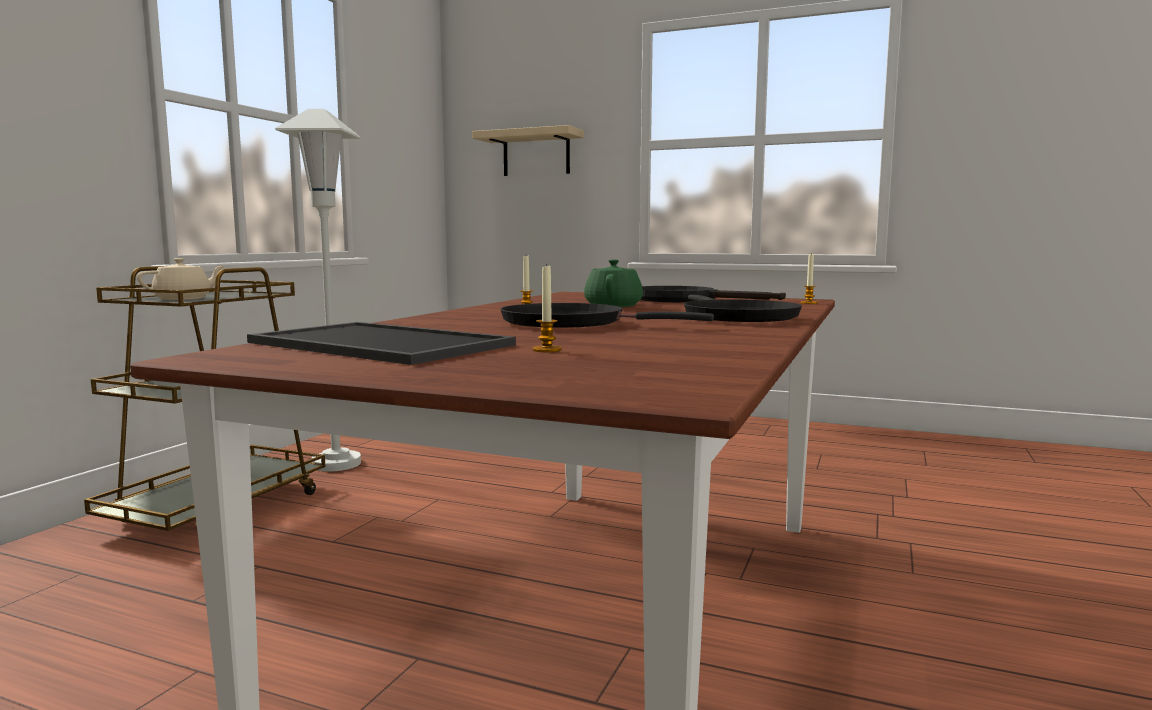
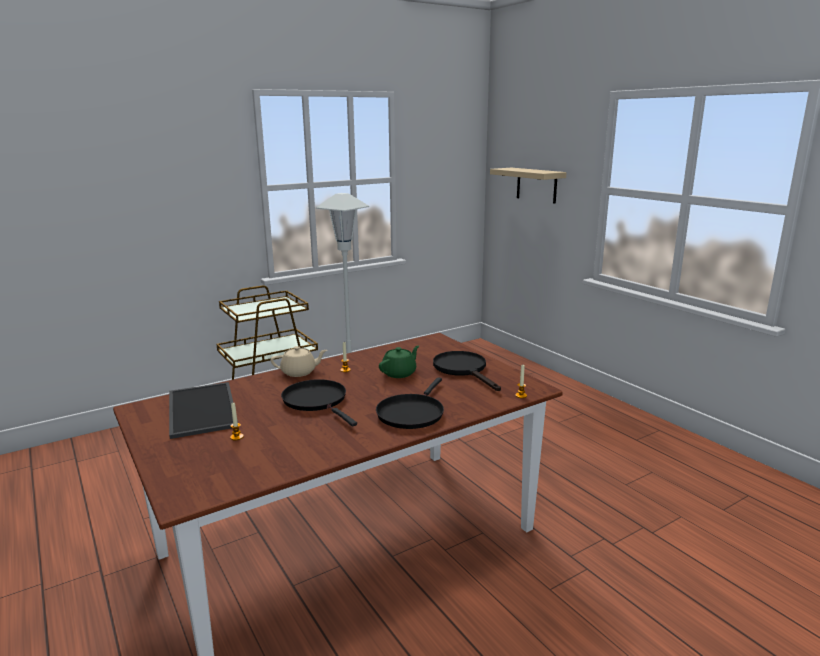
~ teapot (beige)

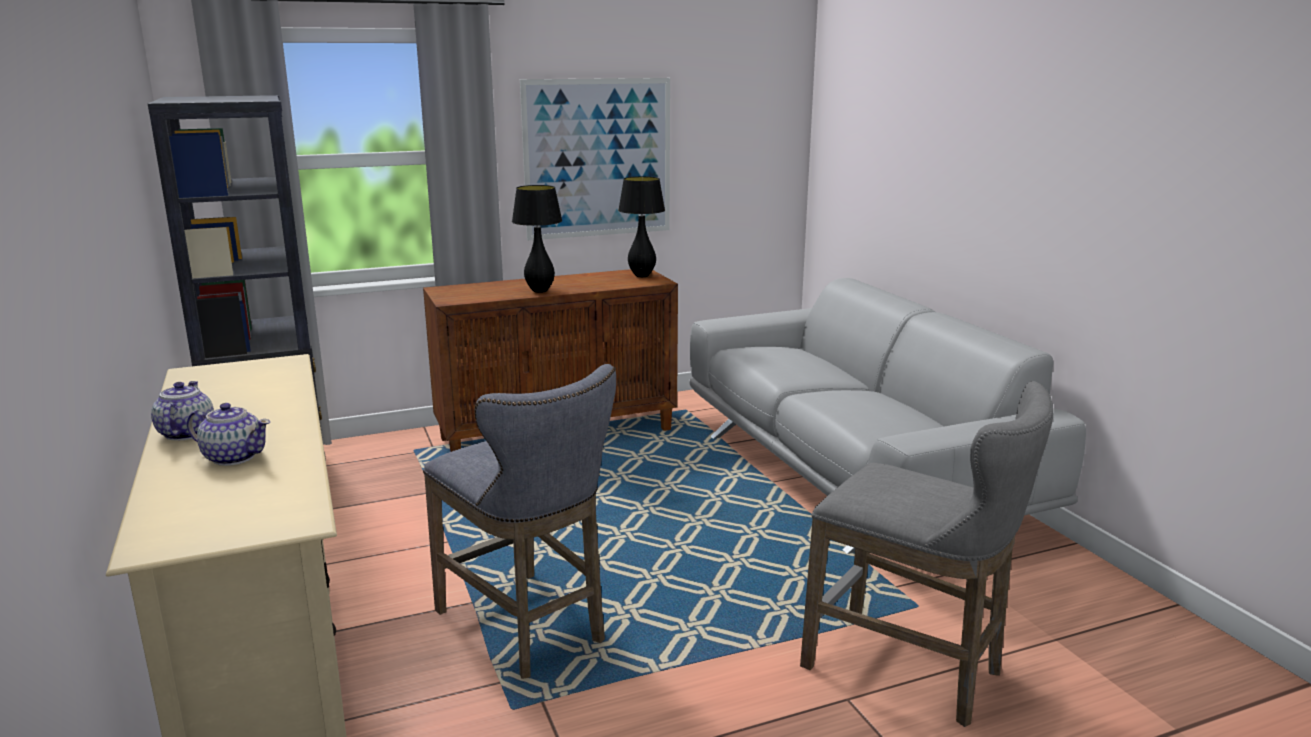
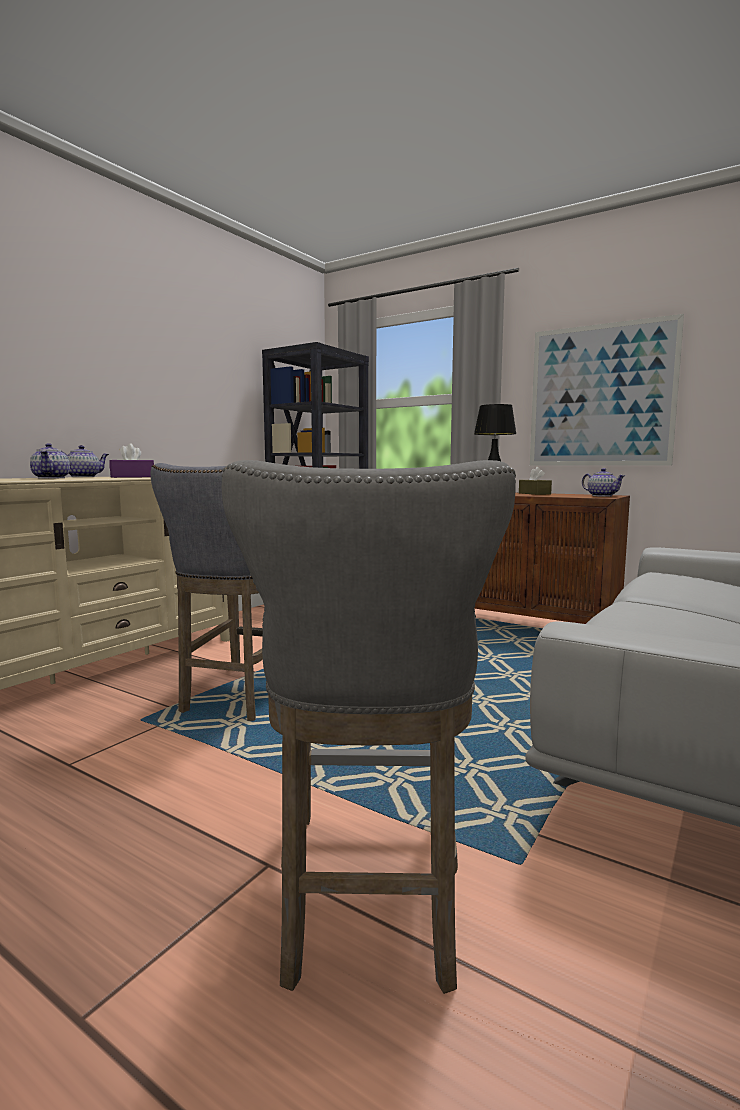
+ tissue box (purple)
+ tissue box (brown)
~ table lamp (black) (2nd from left) to teapot (3rd from left)

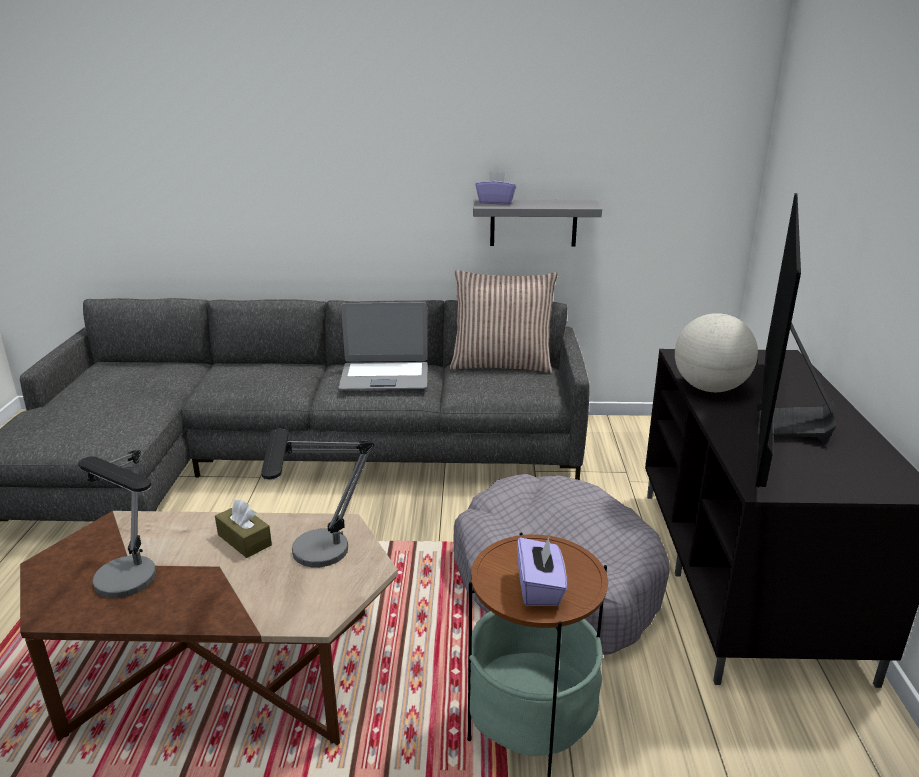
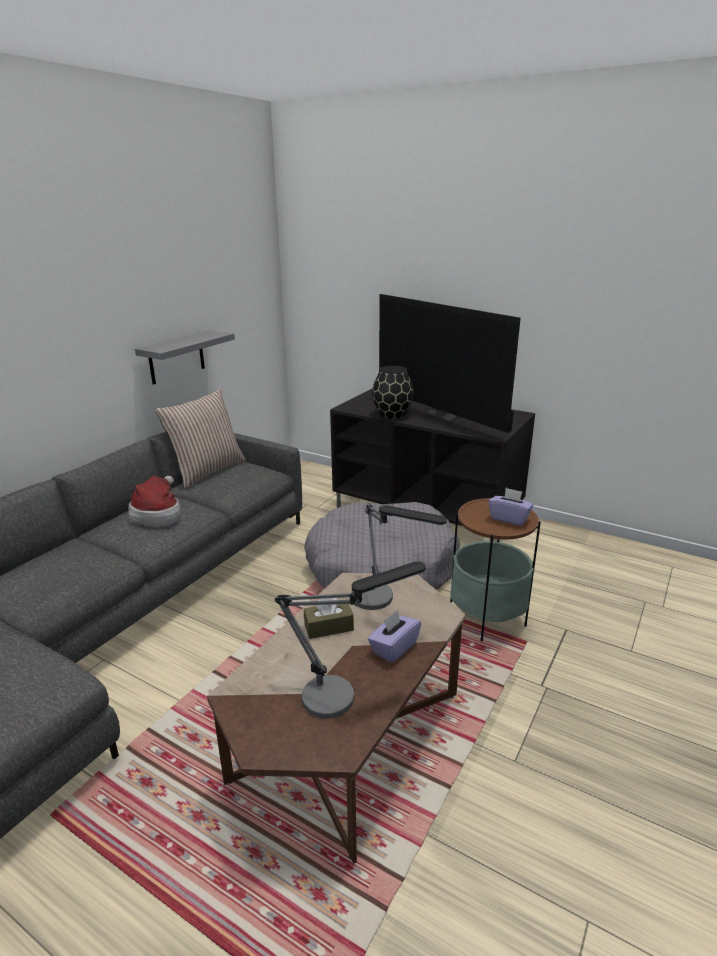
~ tissue box (purple) (1st from left)
~ laptop to hat
~ globe to vase (black)

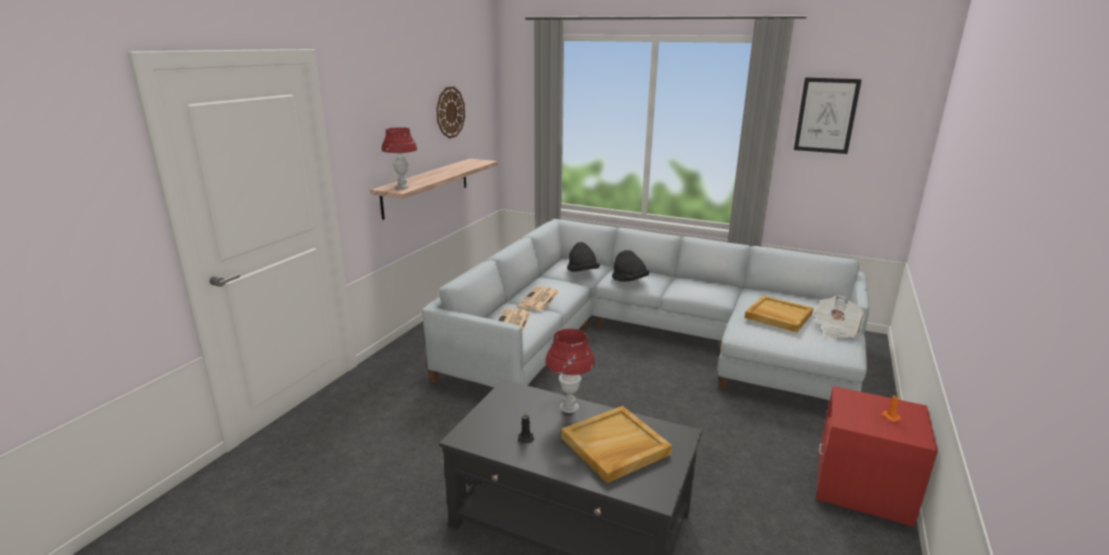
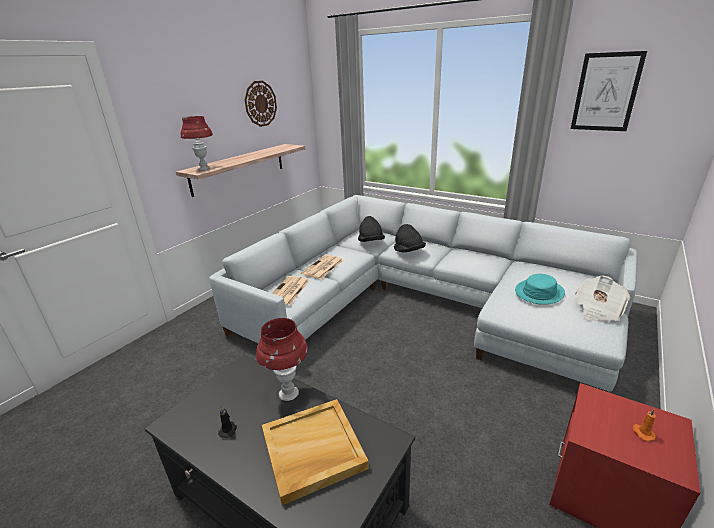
~ tray (beige) (2nd from left) to hat (turquoise)

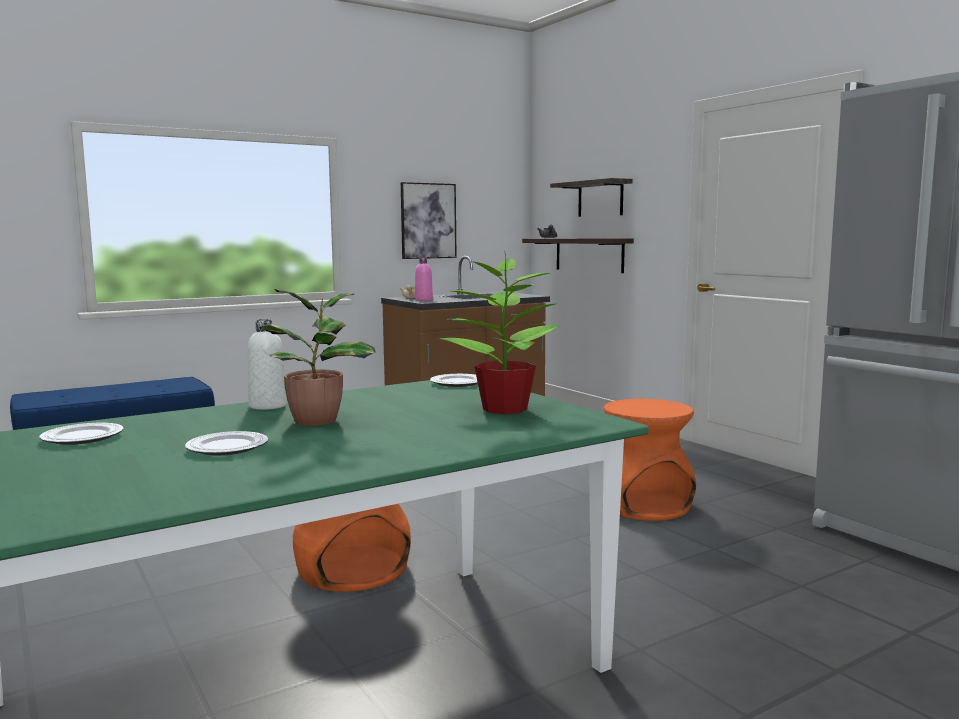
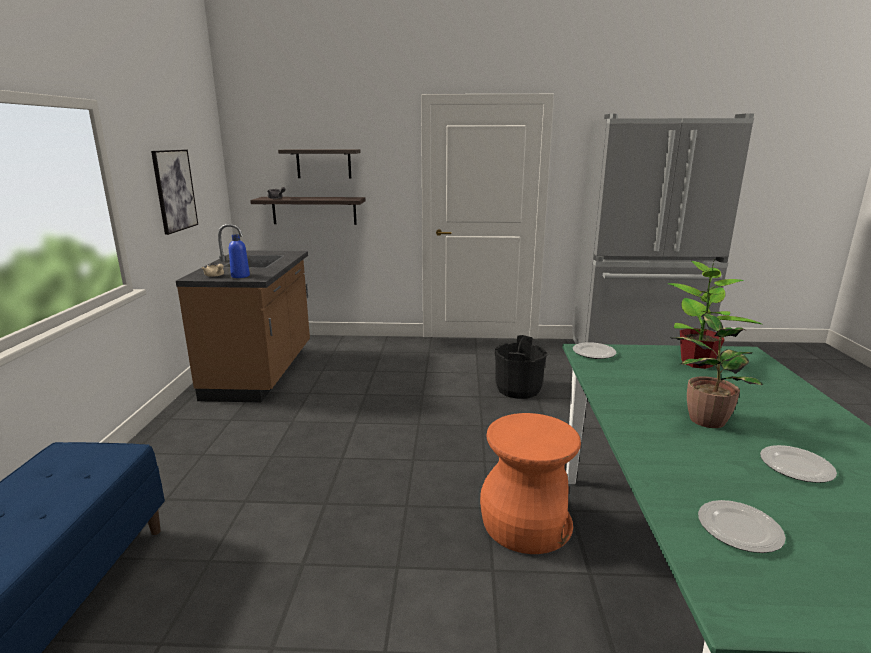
- bottle (white)
~ stool (orange) (2nd from left) to bucket (black)
~ bottle (pink) to bottle (blue)

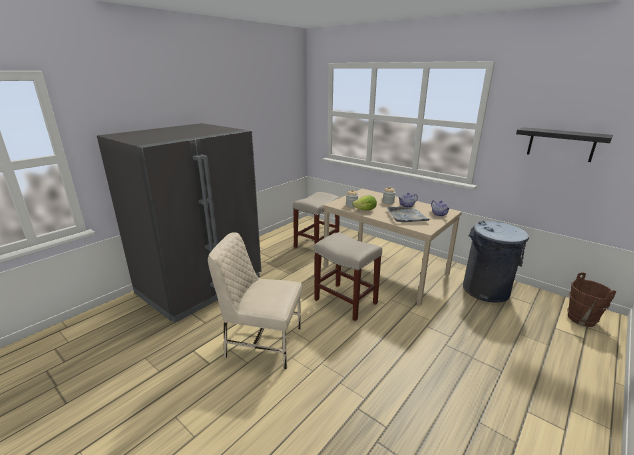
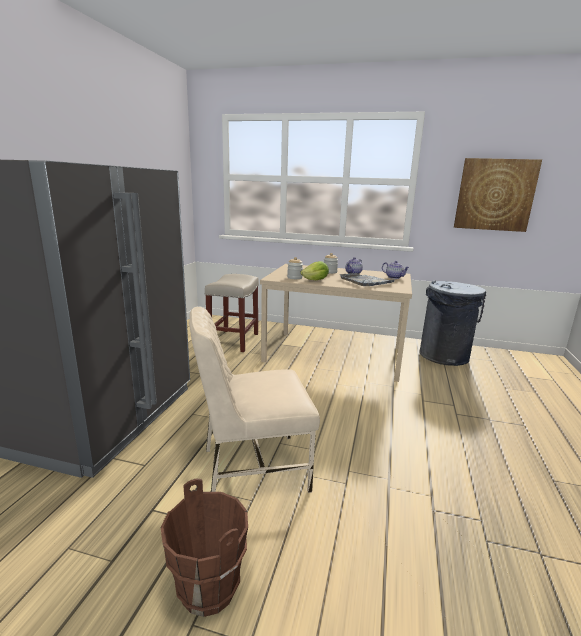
- stool (beige) (2nd from left)
~ bucket (brown)
~ shelf (black) to picture

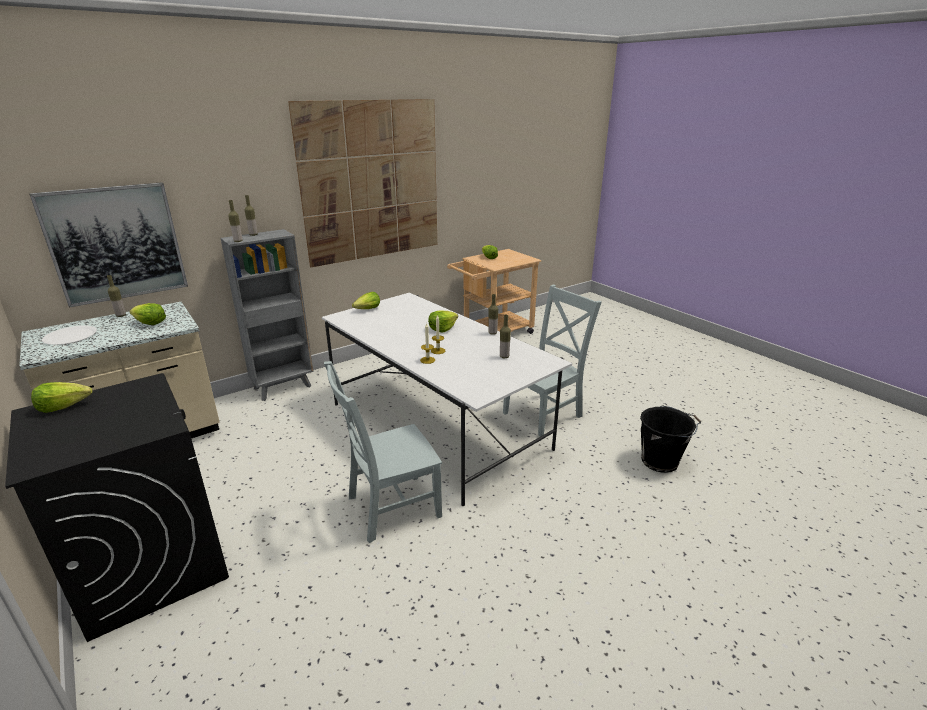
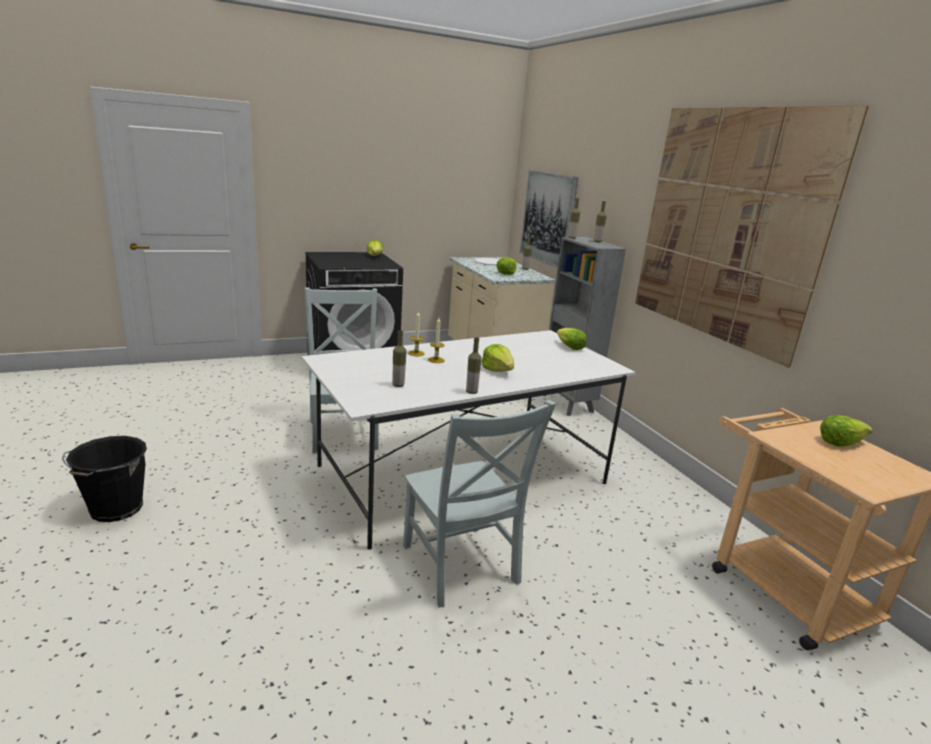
~ bucket (black)

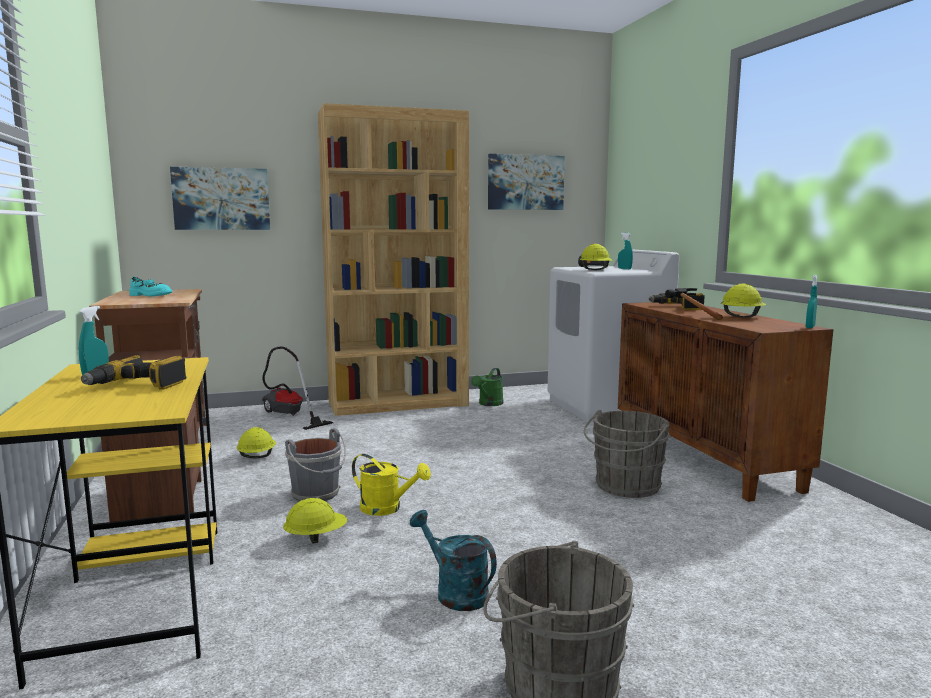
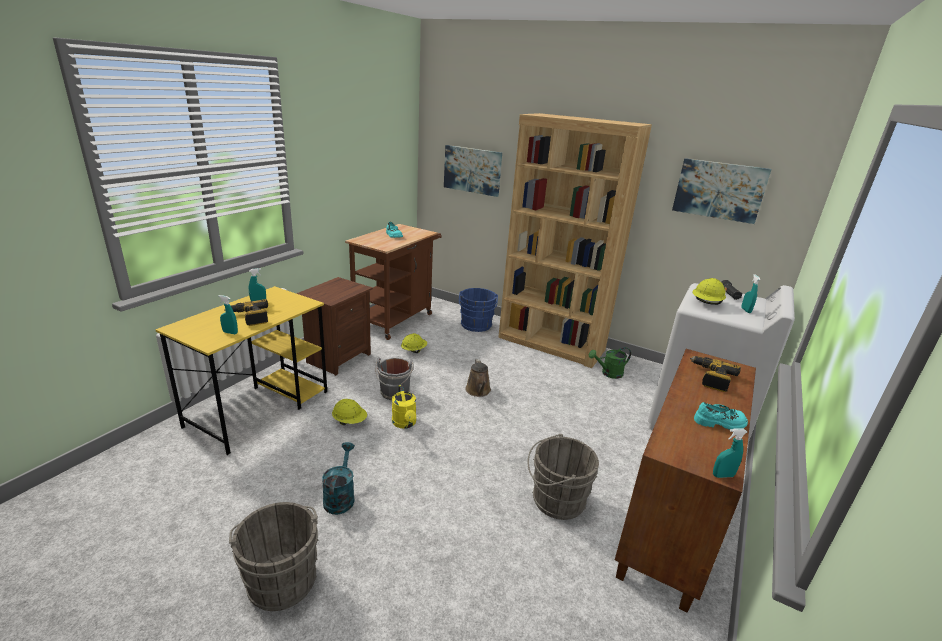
- hammer
+ spray bottle (turquoise) (1st from left)
+ watering can (brown)
~ vacuum cleaner to bucket (blue)
~ hard hat (yellow) (4th from left) to shoe (turquoise) (2nd from left)

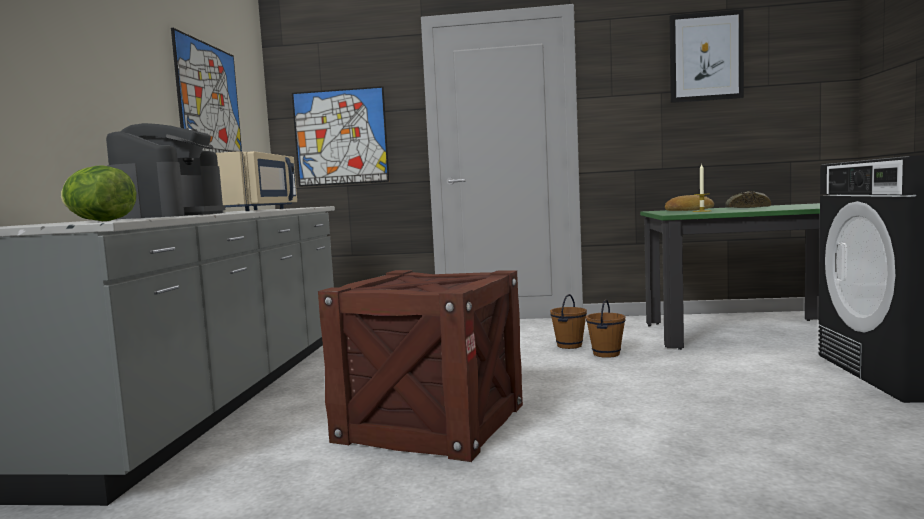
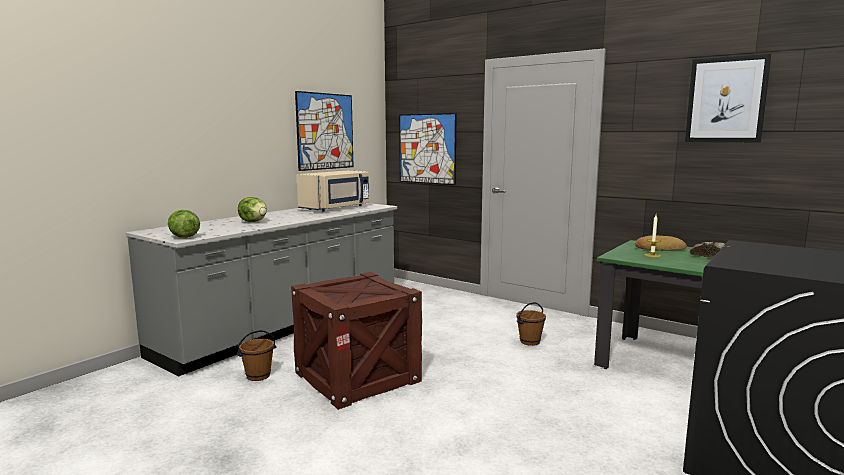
~ bucket (brown) (2nd from left in the first image) to bucket (brown) (1st from left)
~ coffee machine to lettuce (2nd from left)

